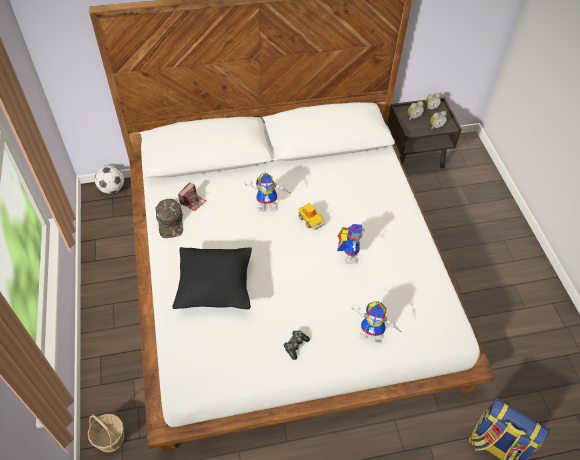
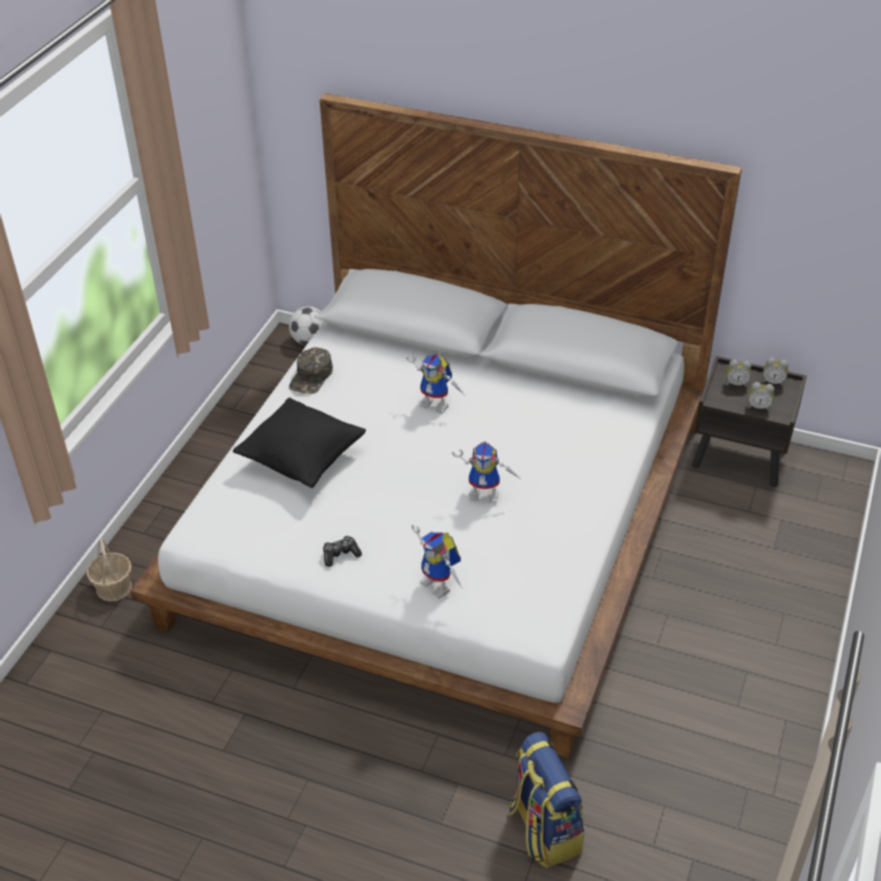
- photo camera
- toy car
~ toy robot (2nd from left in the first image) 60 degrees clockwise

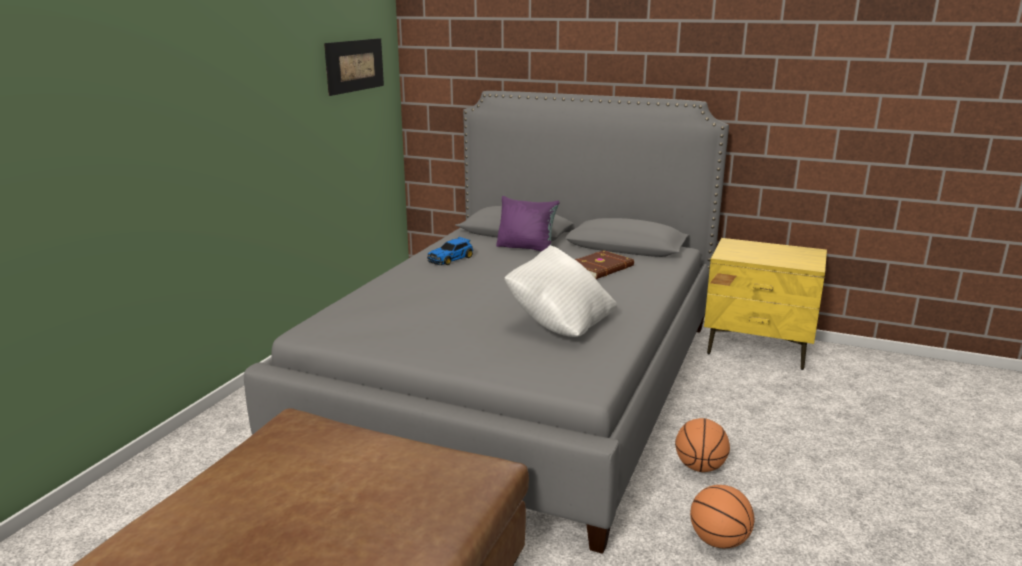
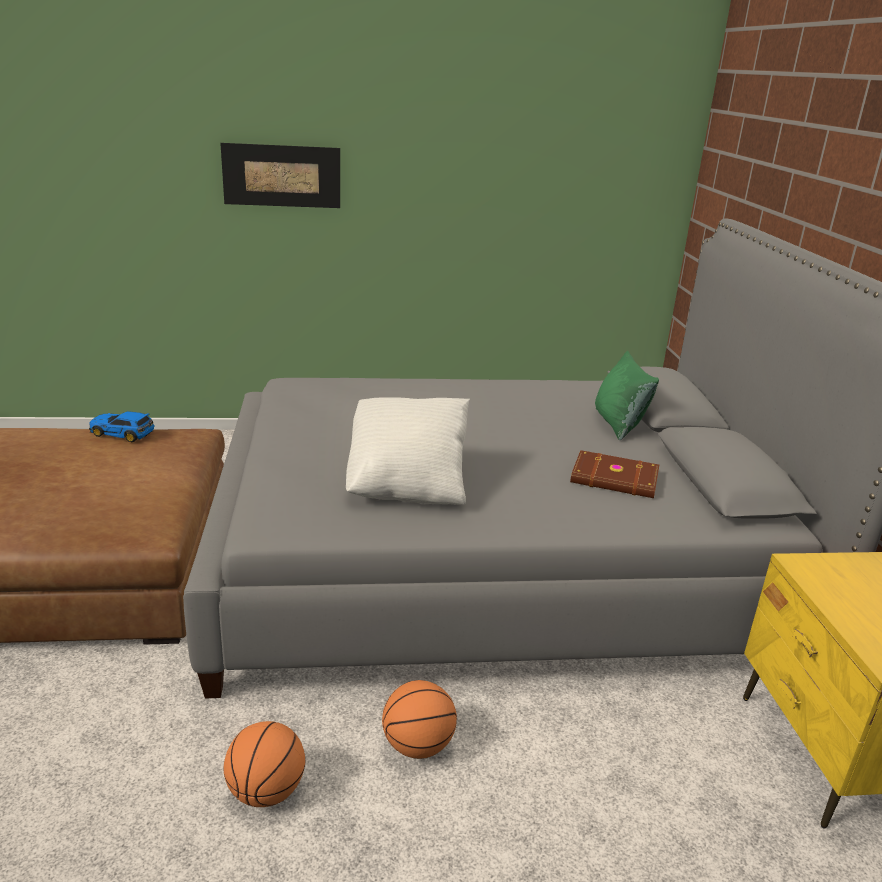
~ picture
~ toy car
~ pillow (purple) to pillow (green)

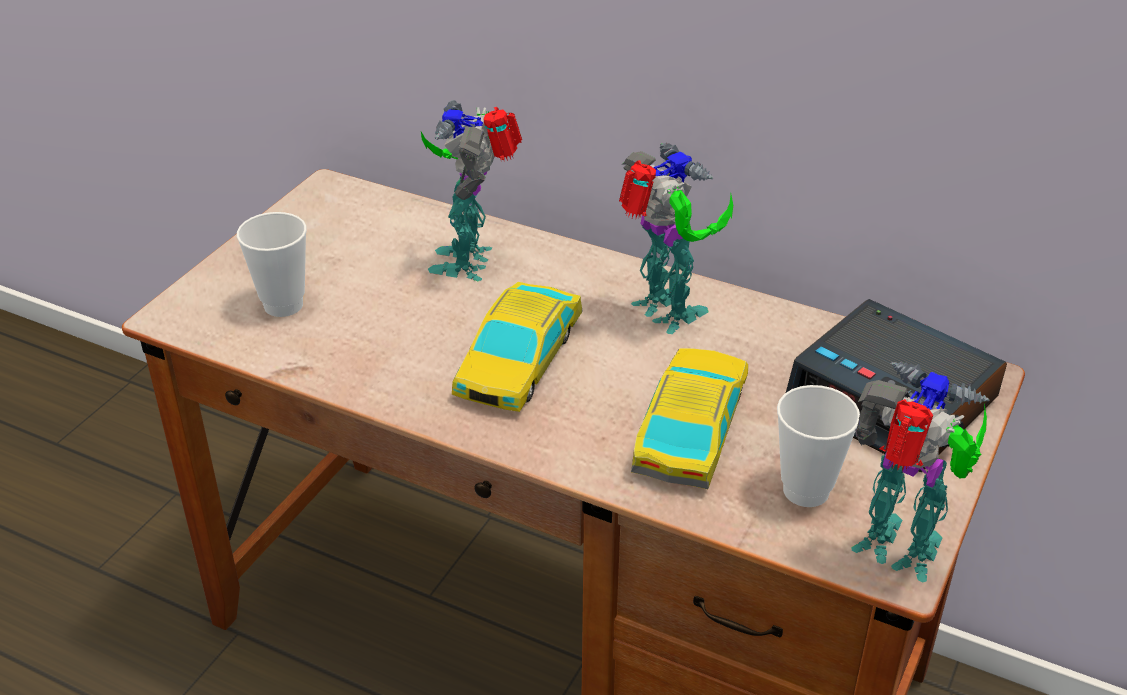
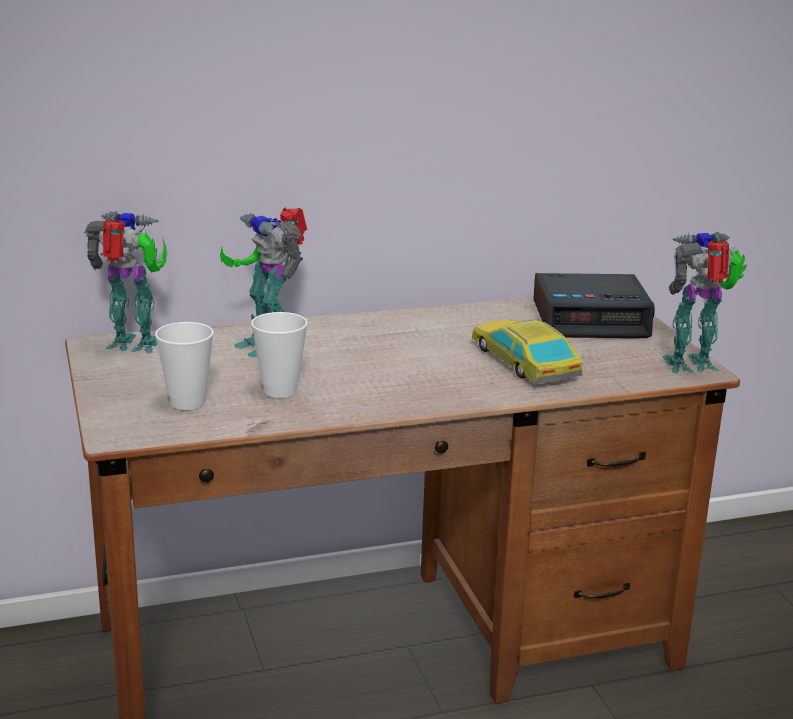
- toy car (1st from left)
~ toy robot (2nd from left in the first image) to toy robot (1st from left)
~ cup (2nd from left)

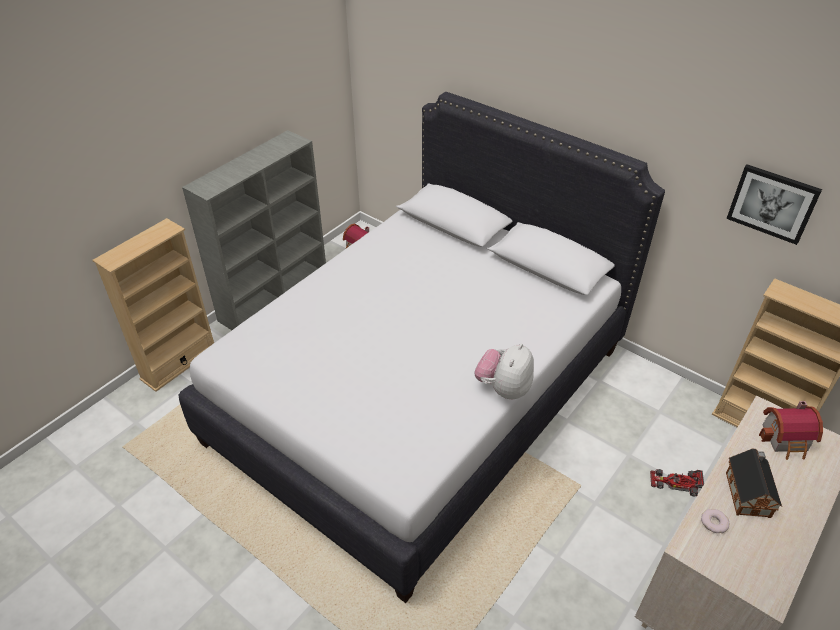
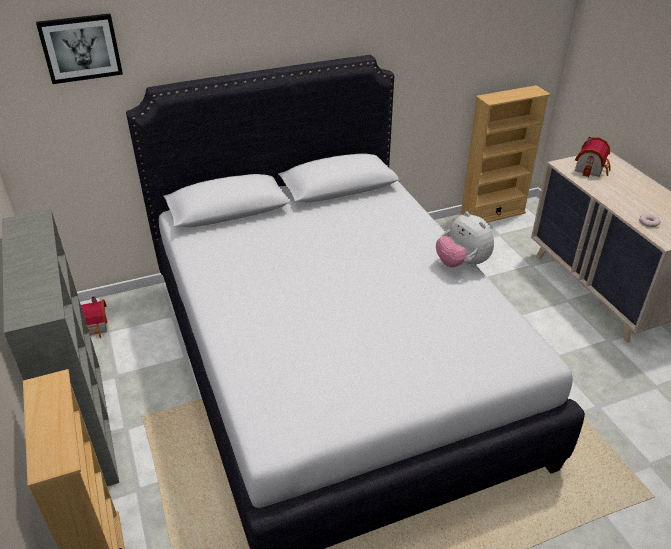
- toy car
- toy house (2nd from left)
~ picture

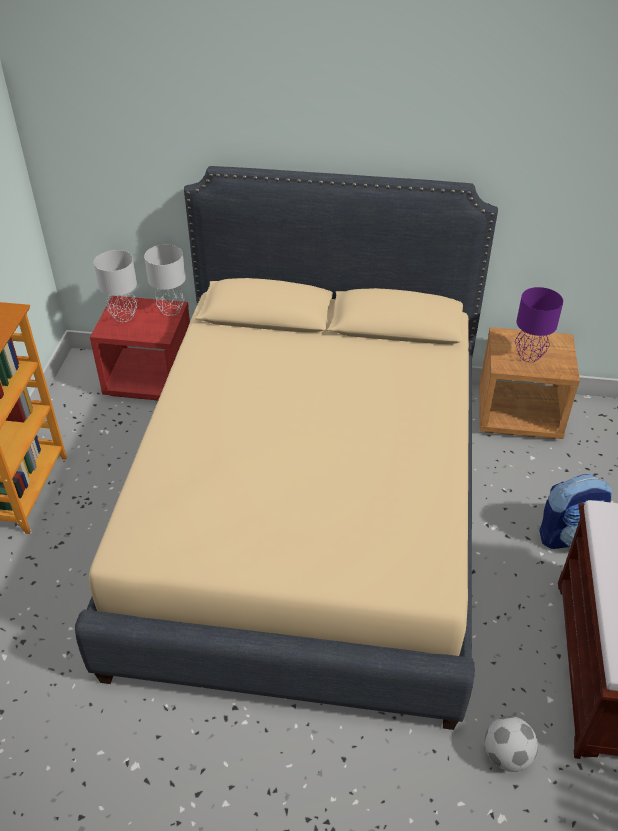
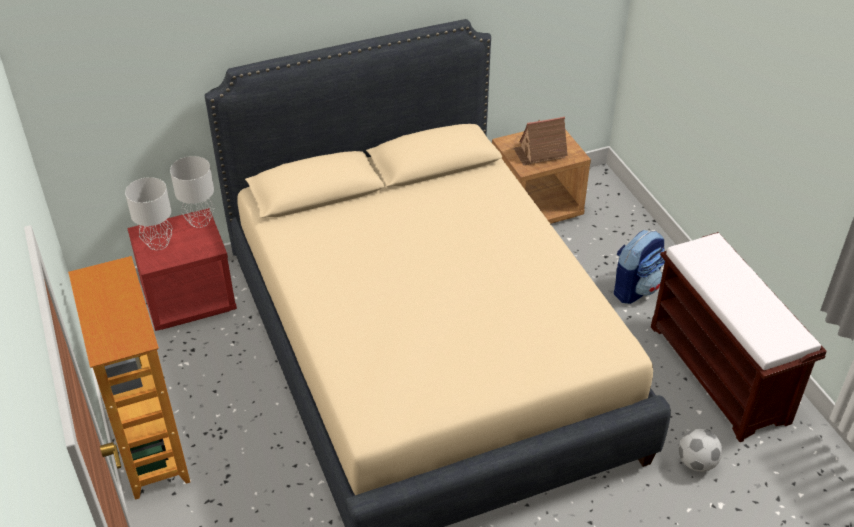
~ table lamp (purple) to toy house

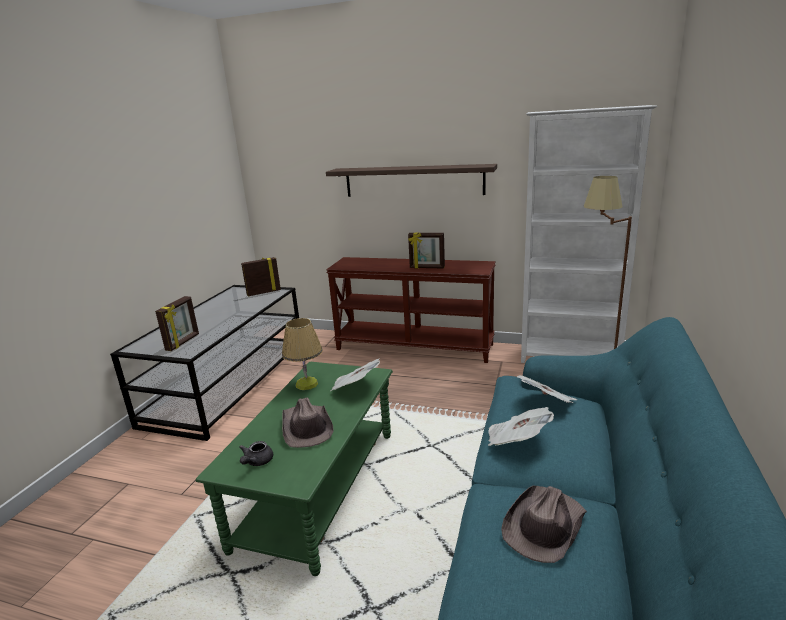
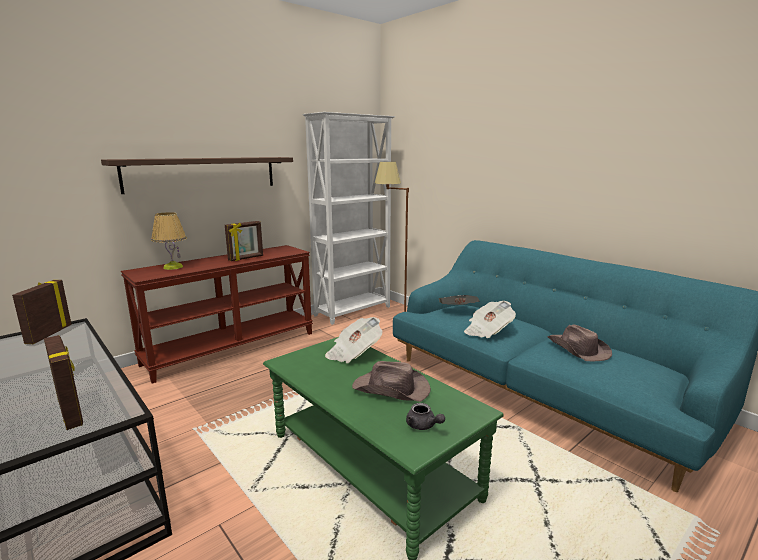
~ table lamp

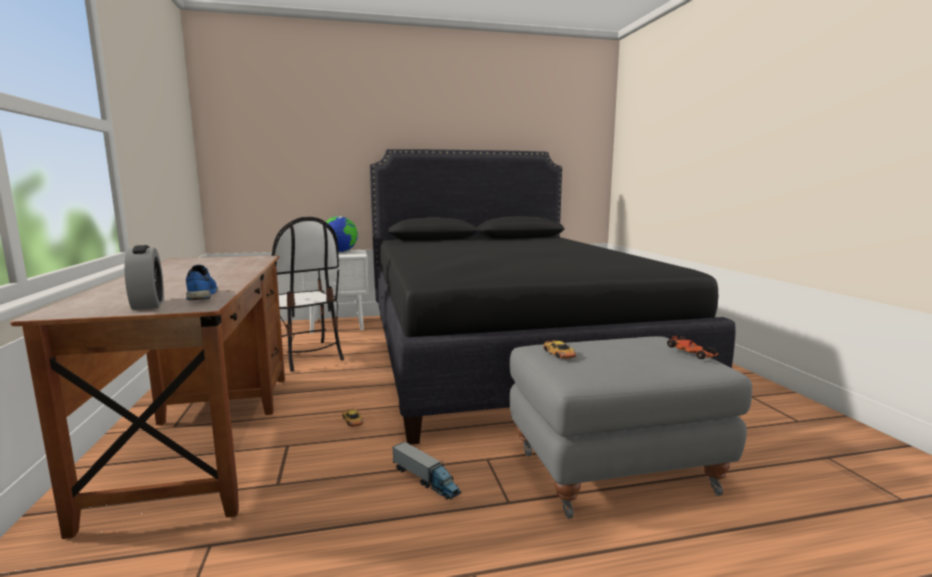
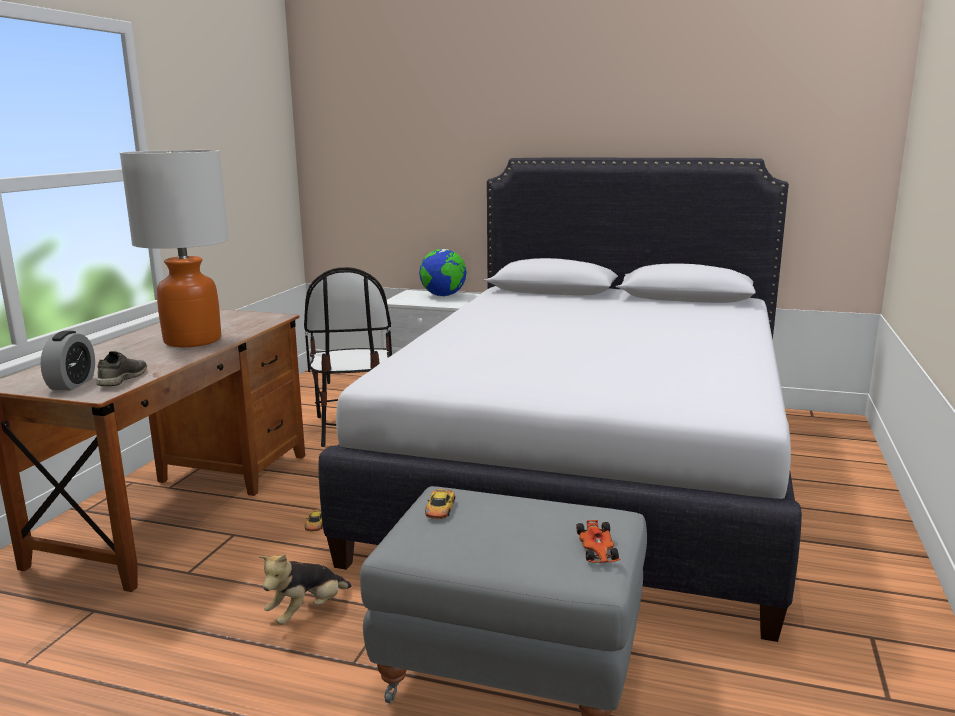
+ table lamp
~ toy truck to plush toy
~ shoe (blue) to shoe (grey)
~ bed (black) to bed (white)

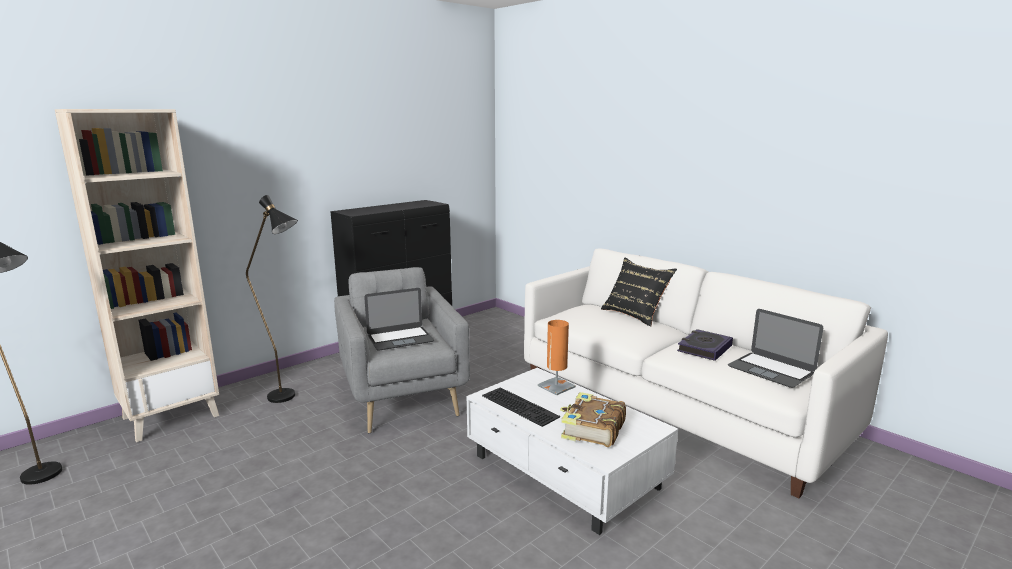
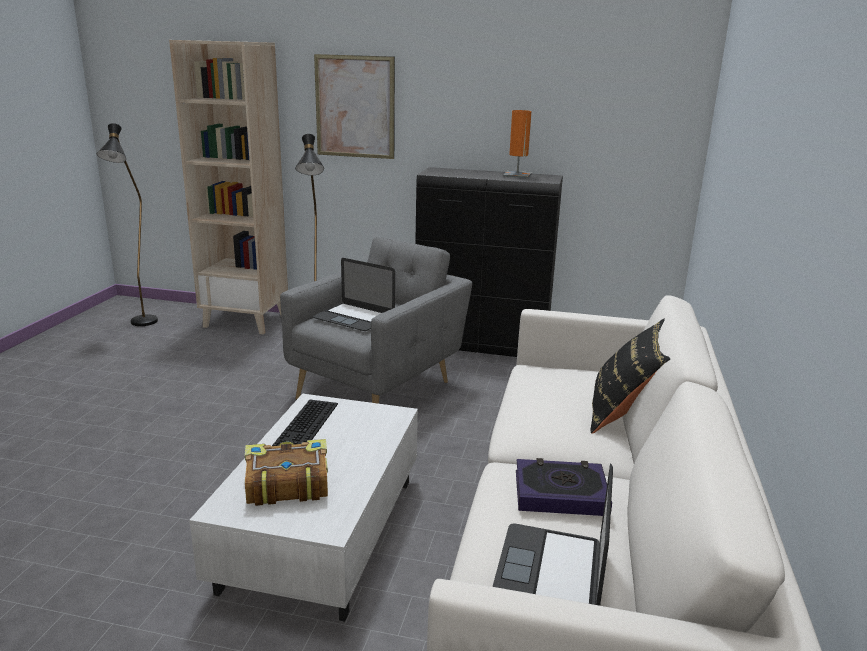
+ picture
~ table lamp (orange)

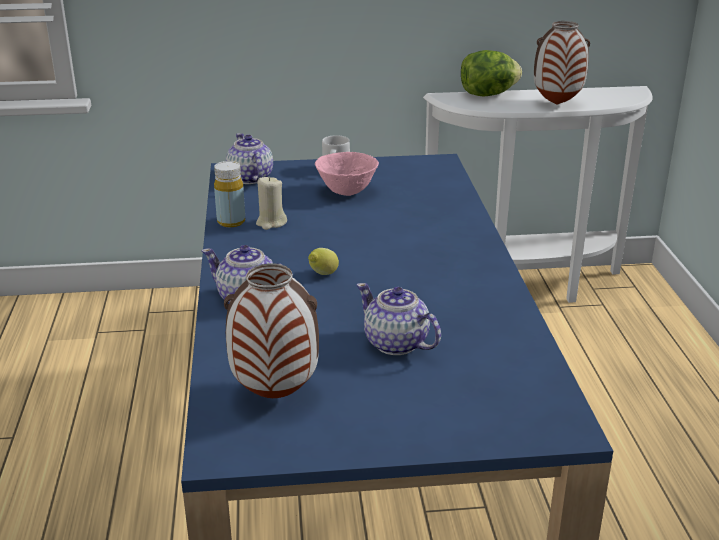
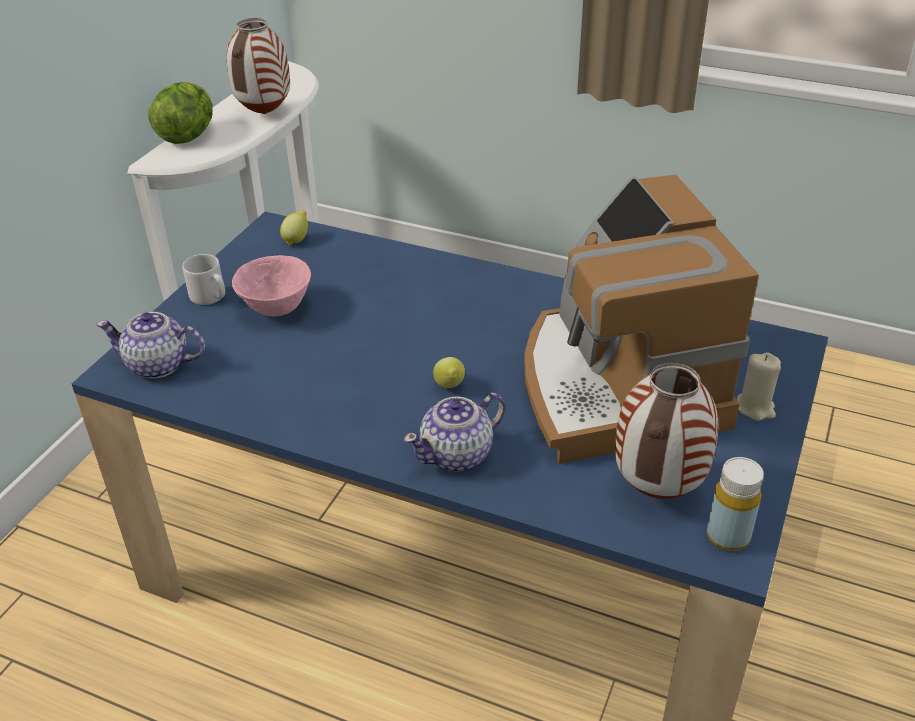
+ lemon (1st from left)
~ bottle (yellow)
~ candle (beige)
~ teapot (3rd from left) to coffee machine

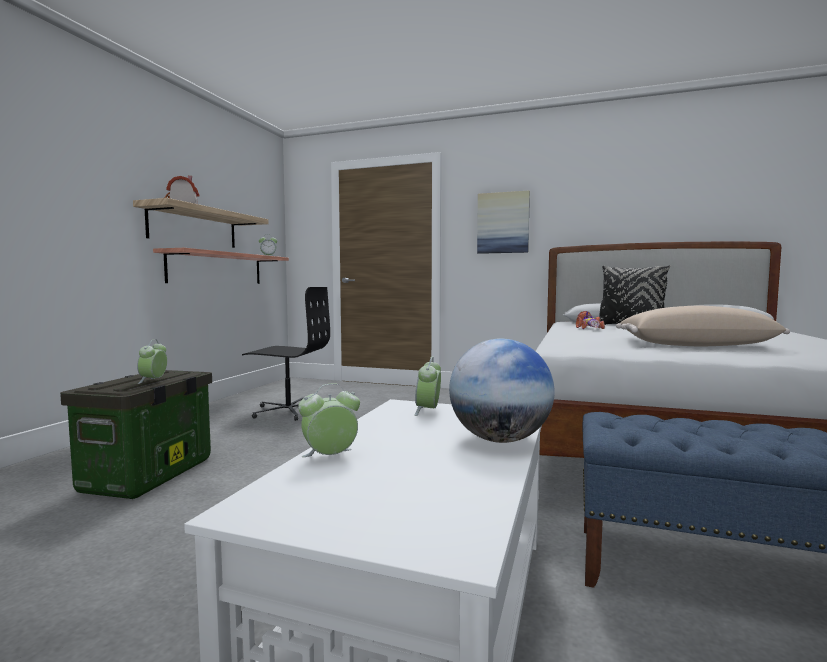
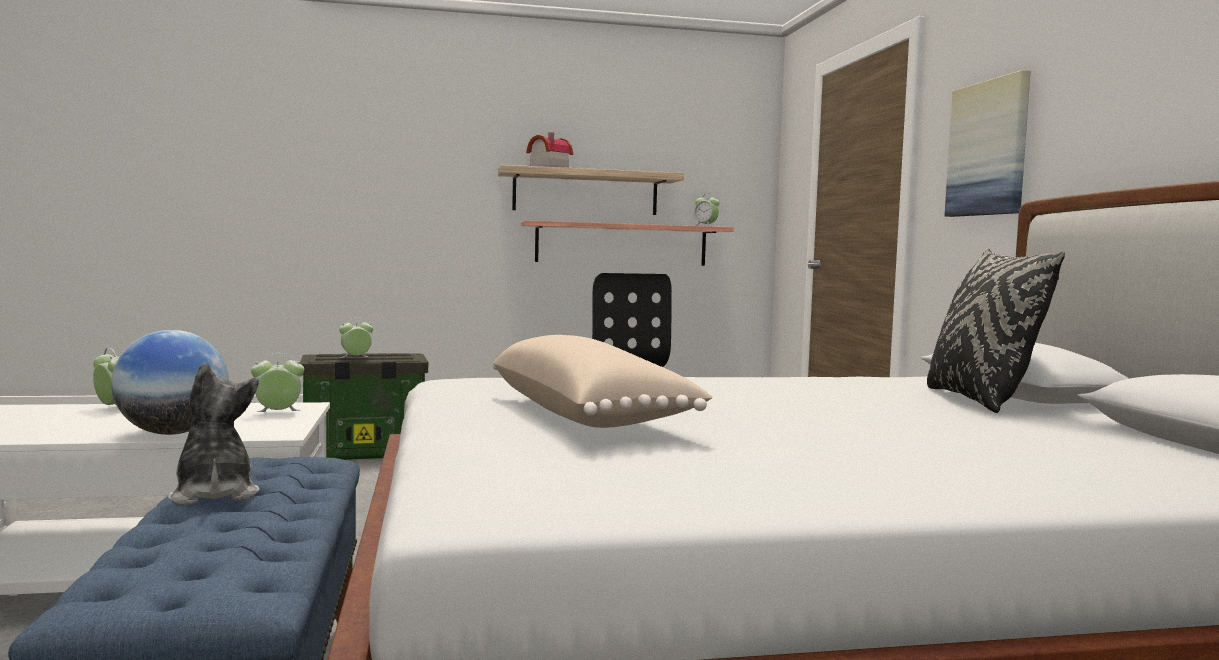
- toy car
+ plush toy

